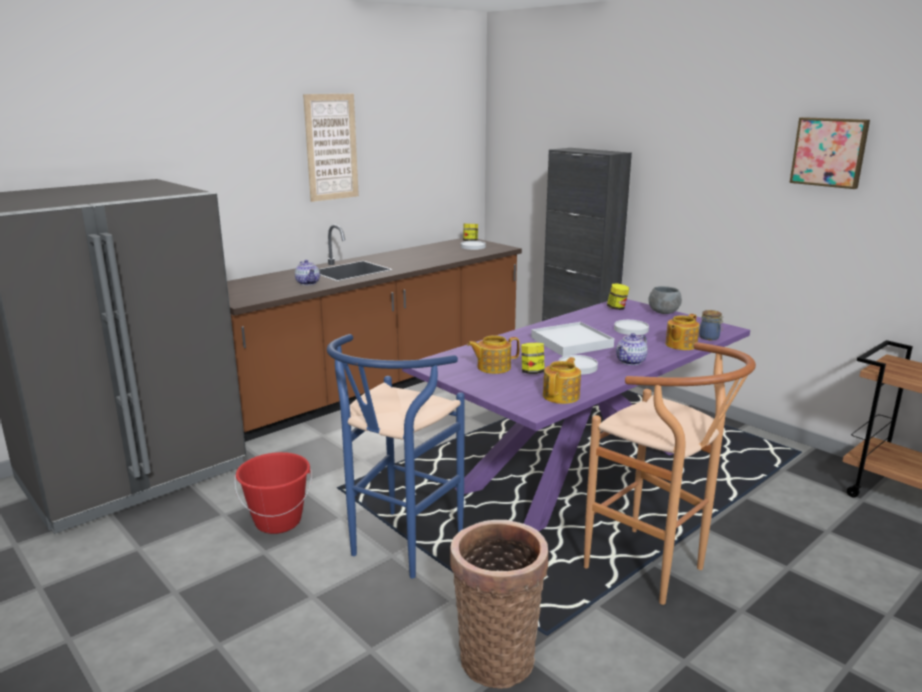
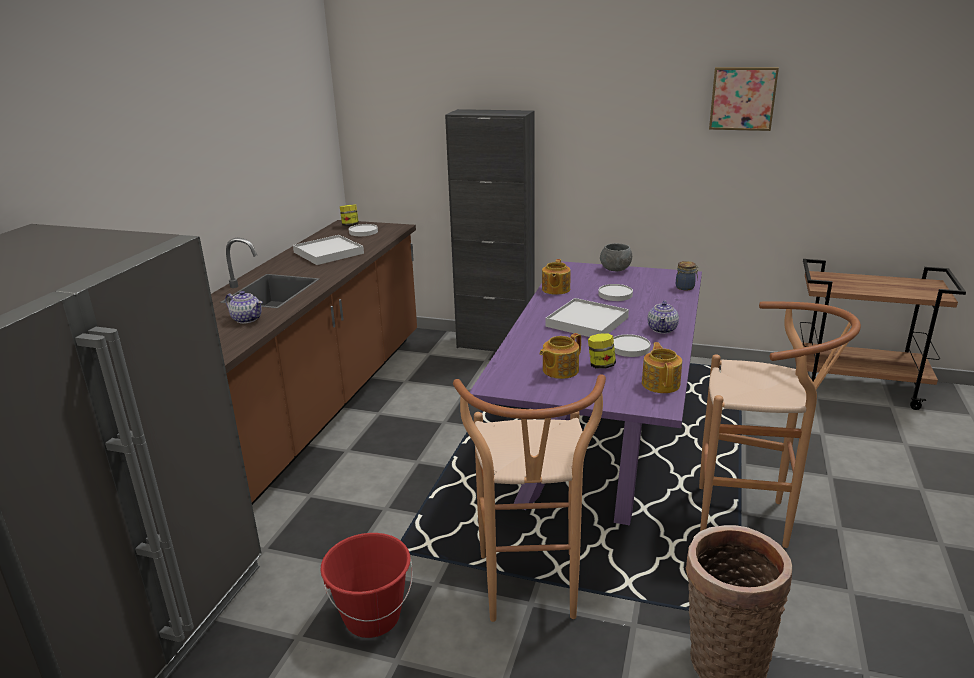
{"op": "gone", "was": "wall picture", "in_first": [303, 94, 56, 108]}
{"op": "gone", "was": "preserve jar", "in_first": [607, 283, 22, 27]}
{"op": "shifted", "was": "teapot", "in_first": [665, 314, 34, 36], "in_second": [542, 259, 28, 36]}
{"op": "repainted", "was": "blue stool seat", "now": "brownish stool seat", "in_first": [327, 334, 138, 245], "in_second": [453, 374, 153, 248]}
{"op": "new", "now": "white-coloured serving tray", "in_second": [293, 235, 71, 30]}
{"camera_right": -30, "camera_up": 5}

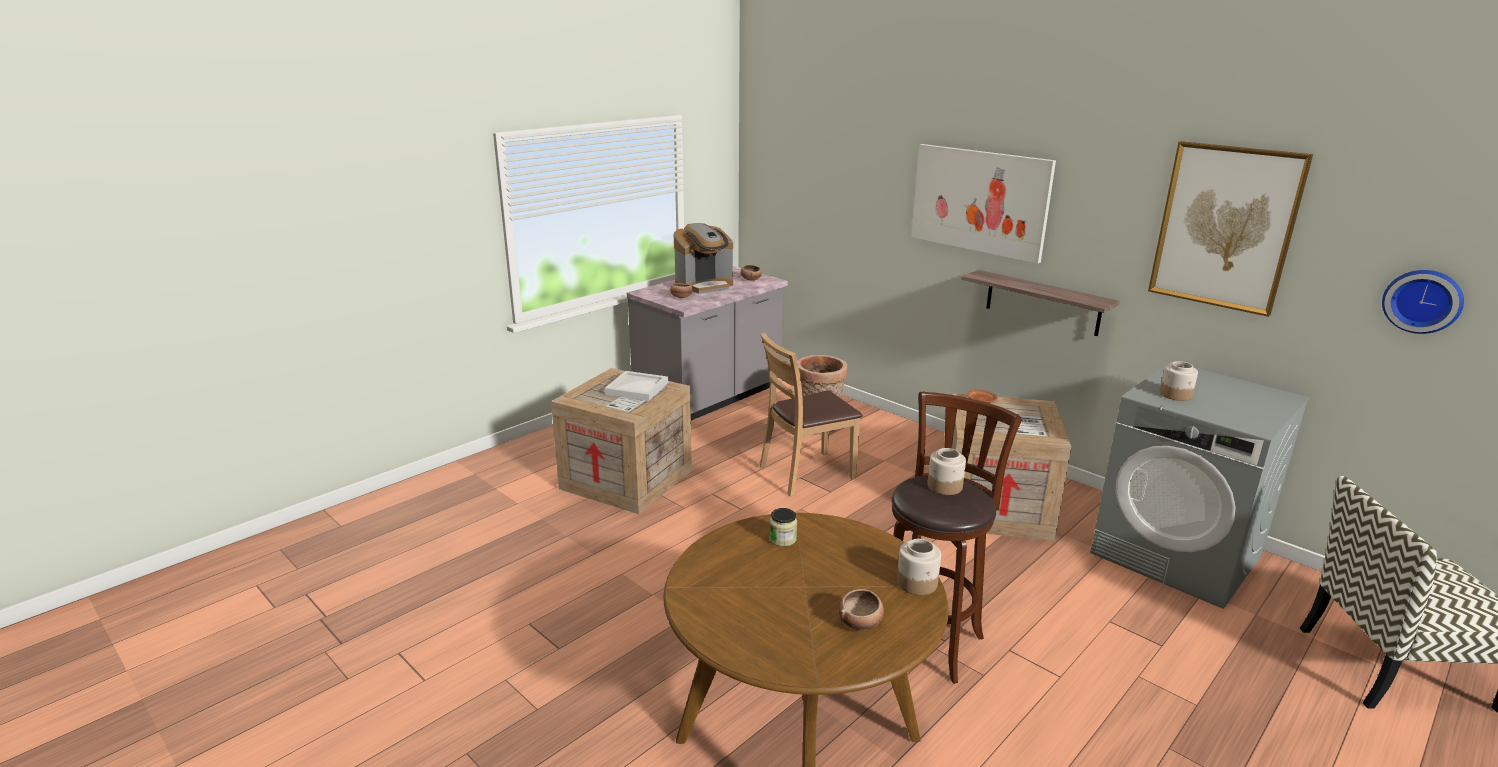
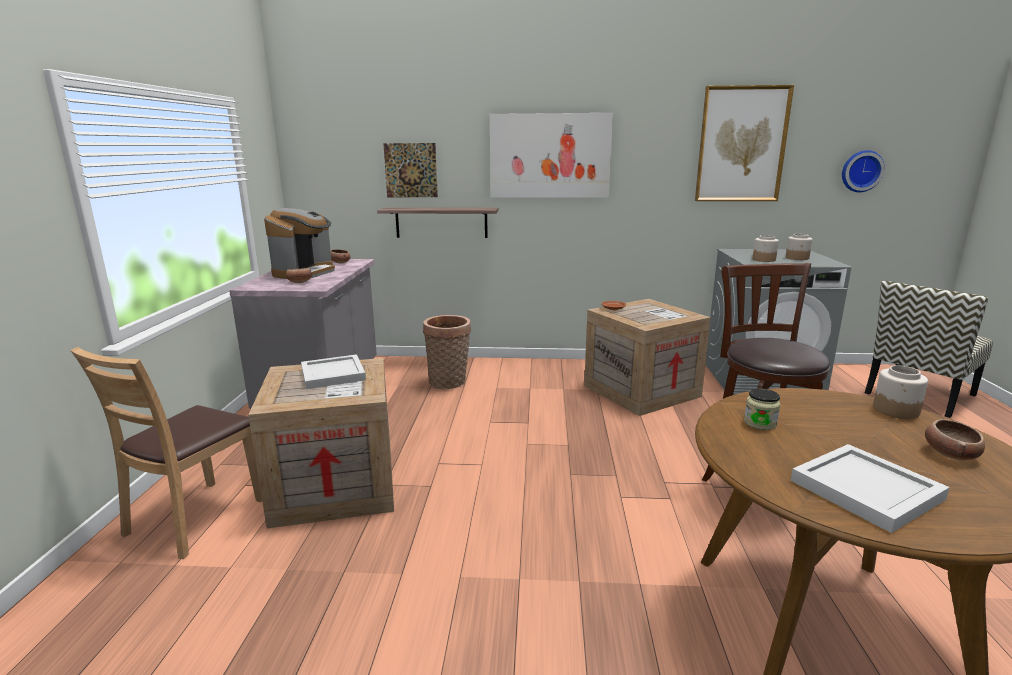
{"op": "shifted", "was": "bracket shelf", "in_first": [962, 270, 158, 66], "in_second": [377, 207, 121, 31]}
{"op": "shifted", "was": "brownish chair", "in_first": [760, 332, 103, 165], "in_second": [70, 347, 192, 212]}
{"op": "shifted", "was": "preserve jar", "in_first": [927, 448, 39, 47], "in_second": [786, 234, 26, 26]}
{"op": "new", "now": "wall picture", "in_second": [383, 143, 55, 54]}
{"op": "new", "now": "white-coloured serving tray", "in_second": [791, 444, 159, 89]}
{"camera_right": -40, "camera_up": -5}

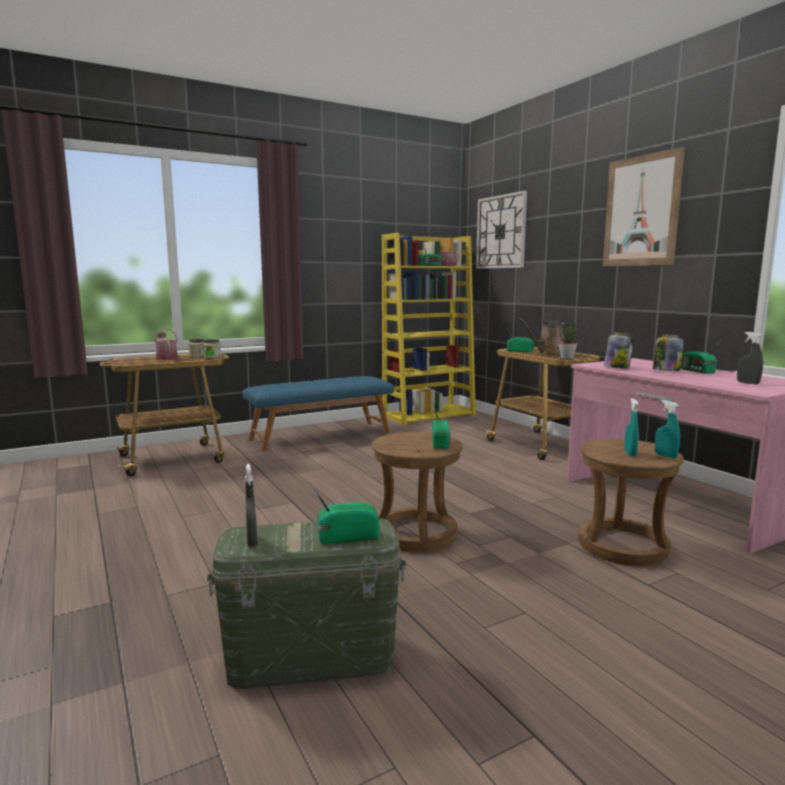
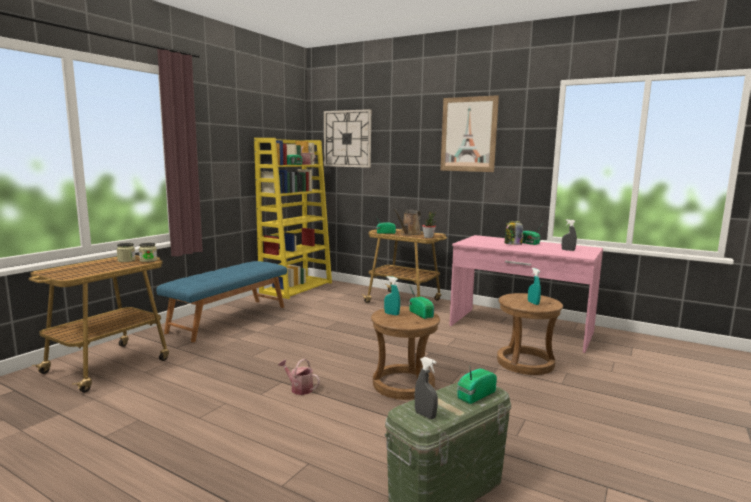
{"op": "shifted", "was": "watering can", "in_first": [154, 329, 24, 31], "in_second": [278, 359, 42, 36]}
{"op": "gone", "was": "preserve jar", "in_first": [604, 332, 30, 36]}
{"op": "shifted", "was": "turquoise-coloured hand sprayer", "in_first": [655, 400, 25, 58], "in_second": [384, 276, 16, 40]}
{"camera_right": -30, "camera_up": 0}

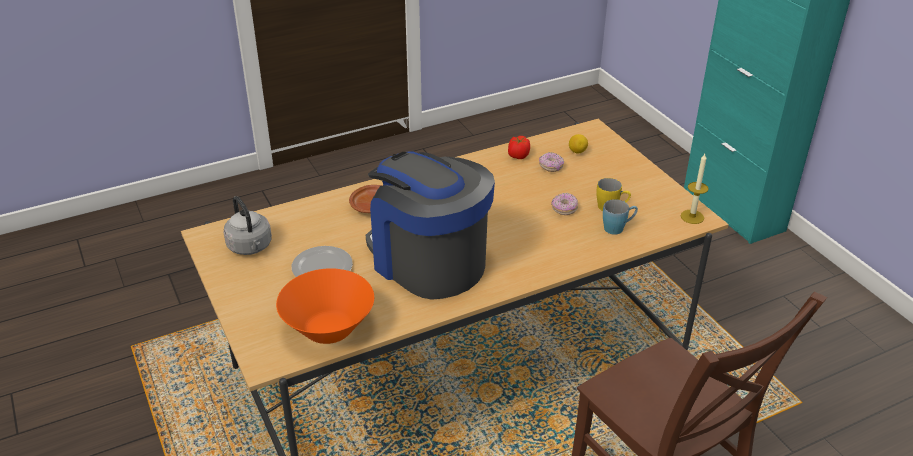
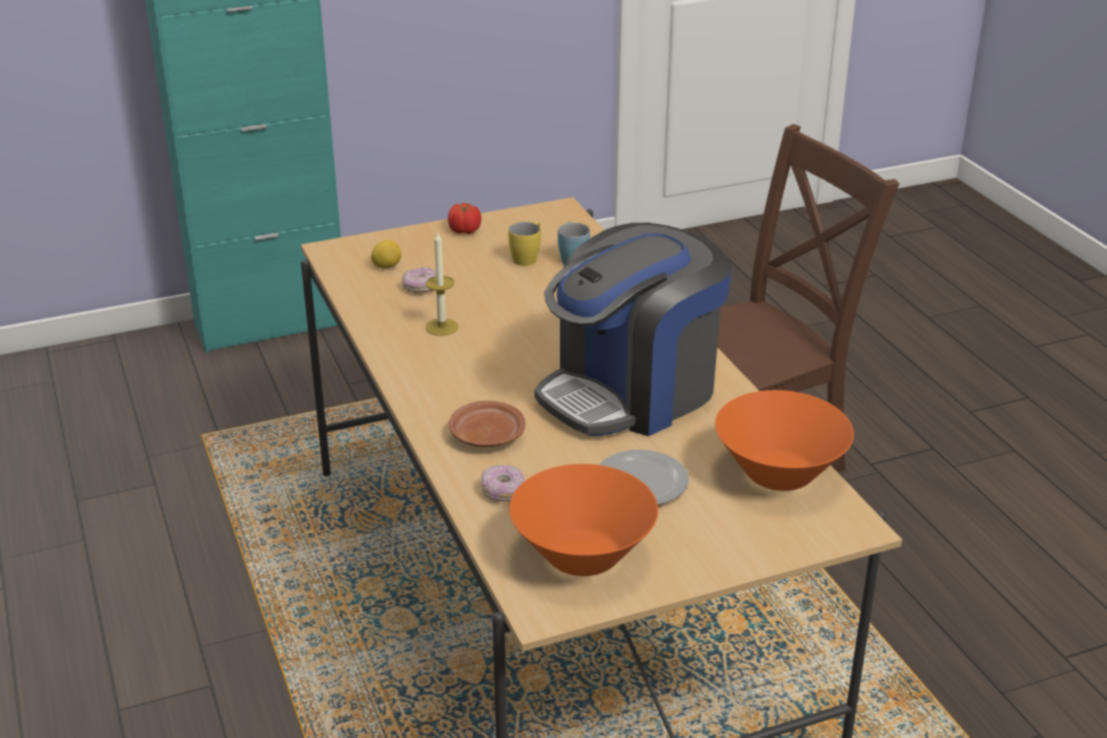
{"op": "shifted", "was": "tomato", "in_first": [508, 136, 22, 23], "in_second": [448, 203, 33, 31]}
{"op": "shifted", "was": "wax candle", "in_first": [681, 154, 28, 70], "in_second": [426, 231, 33, 105]}
{"op": "shifted", "was": "donut", "in_first": [551, 193, 27, 22], "in_second": [481, 465, 44, 36]}
{"op": "swapped", "was": "gray tea kettle", "now": "orange bowl", "in_first": [223, 196, 49, 59], "in_second": [509, 464, 149, 112]}
{"camera_right": -85, "camera_up": -5}

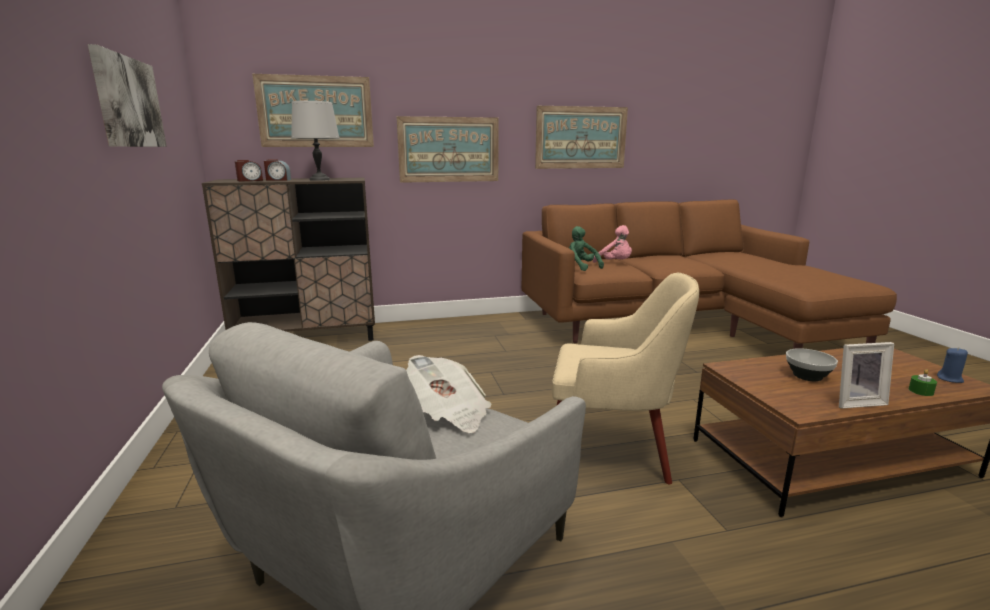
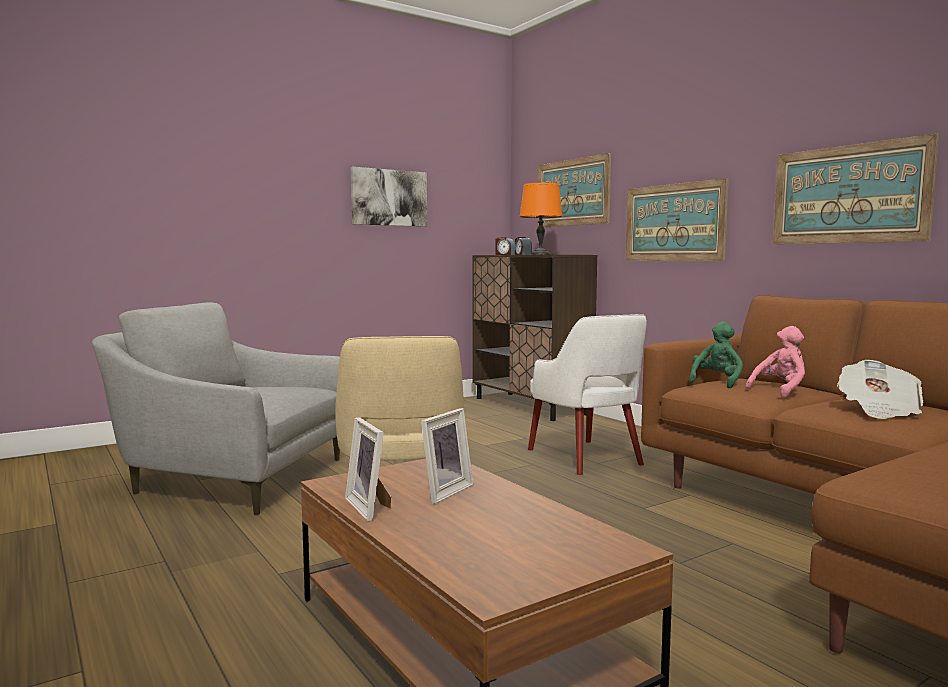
{"op": "repainted", "was": "gray table lamp", "now": "orange table lamp", "in_first": [291, 101, 49, 80], "in_second": [520, 183, 43, 72]}
{"op": "rotated", "was": "pink-coloured cuddly toy", "in_first": [593, 225, 39, 38], "in_second": [745, 326, 60, 72], "clockwise": -150}
{"op": "gone", "was": "blue wax candle", "in_first": [937, 347, 31, 36]}
{"op": "swapped", "was": "bowl", "now": "standing frame", "in_first": [786, 348, 52, 33], "in_second": [421, 408, 52, 96]}
{"op": "shifted", "was": "printed paper", "in_first": [406, 355, 85, 78], "in_second": [837, 360, 86, 59]}
{"op": "gone", "was": "green wax candle", "in_first": [909, 369, 28, 27]}
{"op": "new", "now": "white-coloured easy chair", "in_second": [528, 314, 119, 161]}
{"camera_right": 70, "camera_up": -10}

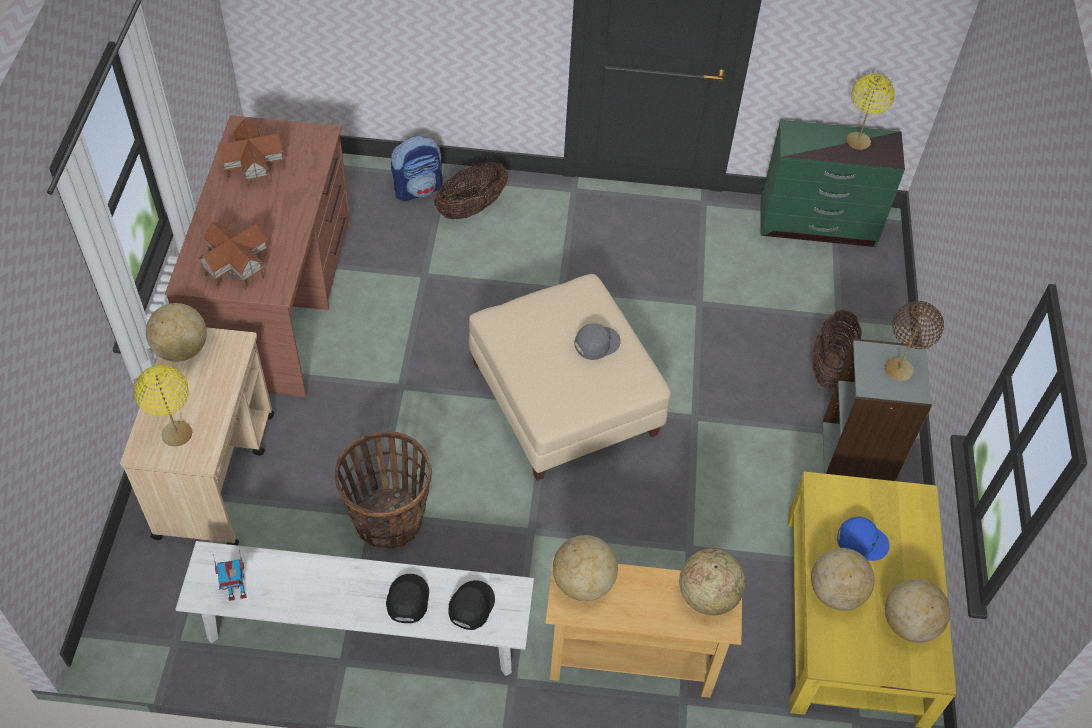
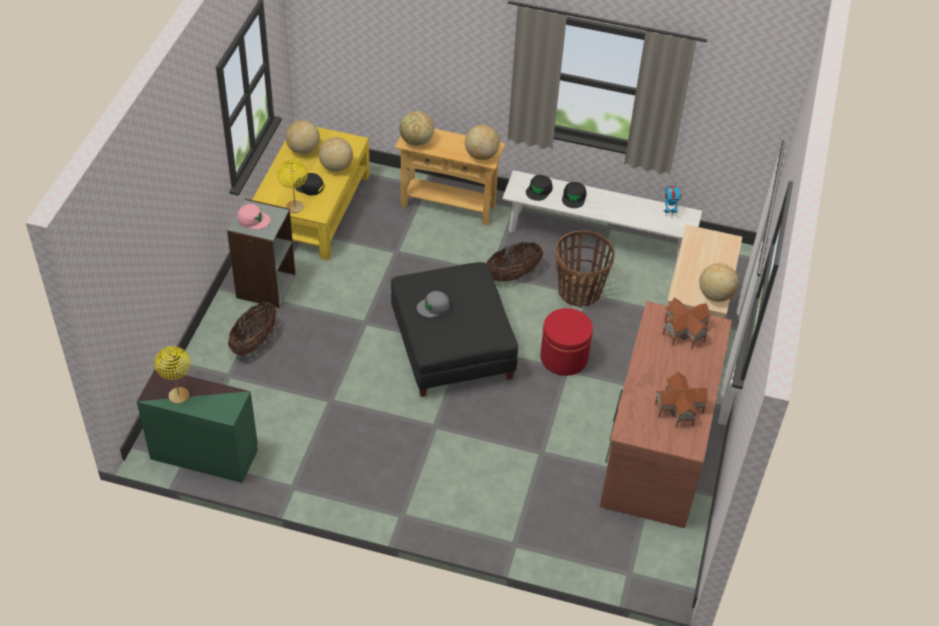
{"op": "gone", "was": "knapsack", "in_first": [391, 135, 52, 66]}
{"op": "shifted", "was": "household basket", "in_first": [434, 162, 74, 57], "in_second": [486, 242, 57, 39]}
{"op": "repainted", "was": "beige ottoman", "now": "black ottoman", "in_first": [469, 274, 202, 207], "in_second": [391, 262, 127, 135]}
{"op": "swapped", "was": "brownish table lamp", "now": "pink-coloured cap", "in_first": [885, 301, 59, 80], "in_second": [237, 204, 33, 26]}
{"op": "shifted", "was": "yellow-coloured table lamp", "in_first": [134, 365, 58, 82], "in_second": [277, 160, 30, 53]}
{"op": "repainted", "was": "blue cap", "now": "black cap", "in_first": [837, 517, 53, 44], "in_second": [294, 173, 30, 23]}
{"op": "new", "now": "red ottoman", "in_second": [540, 308, 53, 68]}
{"camera_right": -170, "camera_up": -5}

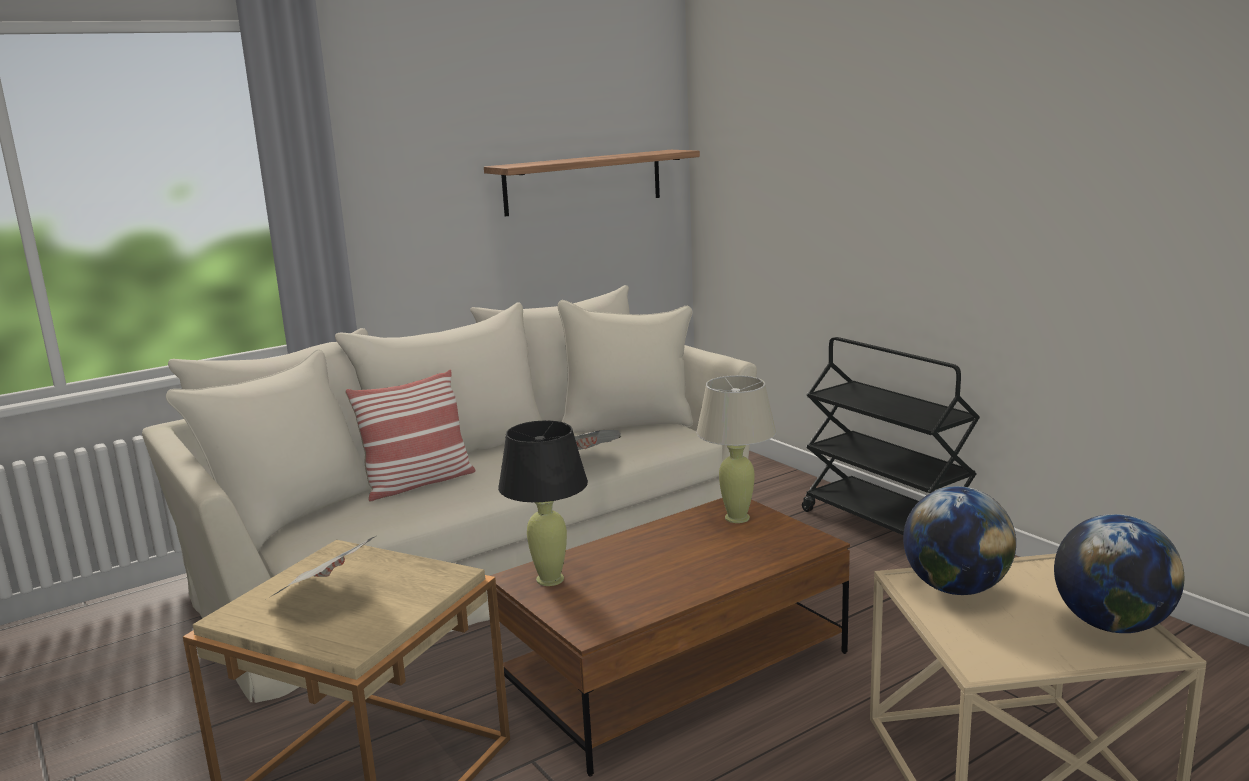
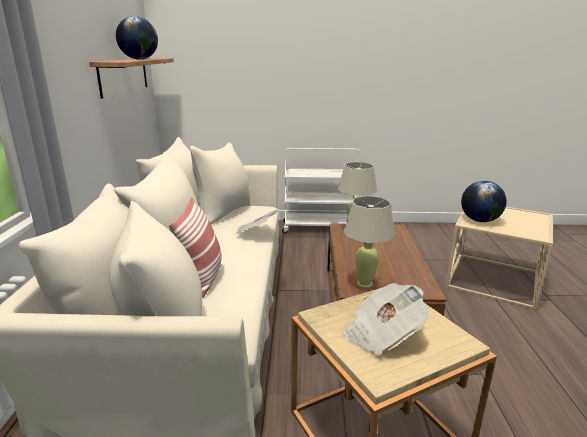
{"op": "repainted", "was": "black cart", "now": "white-coloured cart", "in_first": [802, 337, 178, 198], "in_second": [282, 148, 78, 85]}
{"op": "repainted", "was": "black table lamp", "now": "beige table lamp", "in_first": [498, 420, 90, 166], "in_second": [344, 196, 51, 92]}
{"op": "shifted", "was": "desk globe", "in_first": [1054, 514, 130, 119], "in_second": [116, 16, 42, 44]}
{"camera_right": -55, "camera_up": 5}

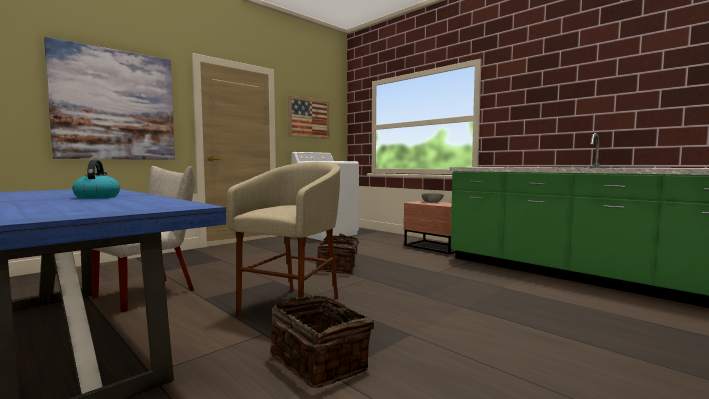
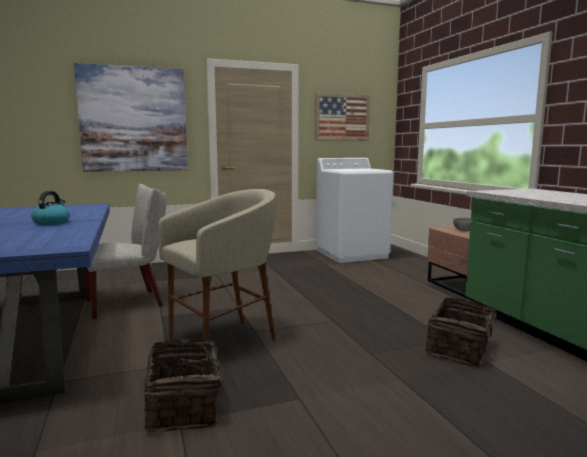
{"op": "shifted", "was": "household basket", "in_first": [317, 234, 42, 40], "in_second": [425, 297, 82, 70]}
{"camera_right": 25, "camera_up": 5}

